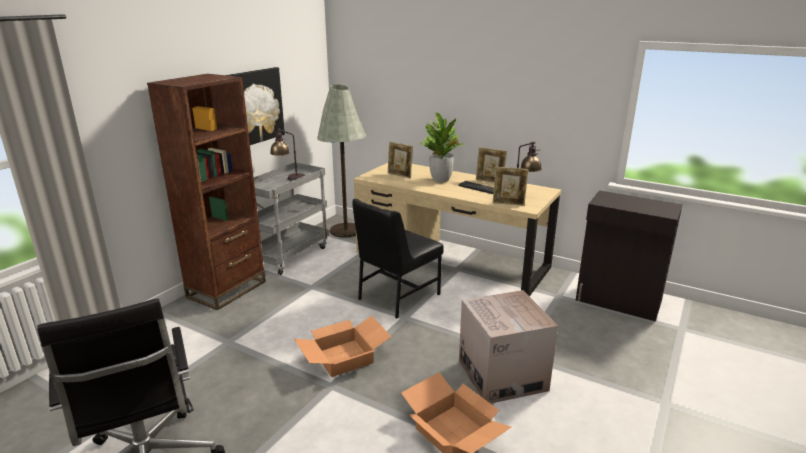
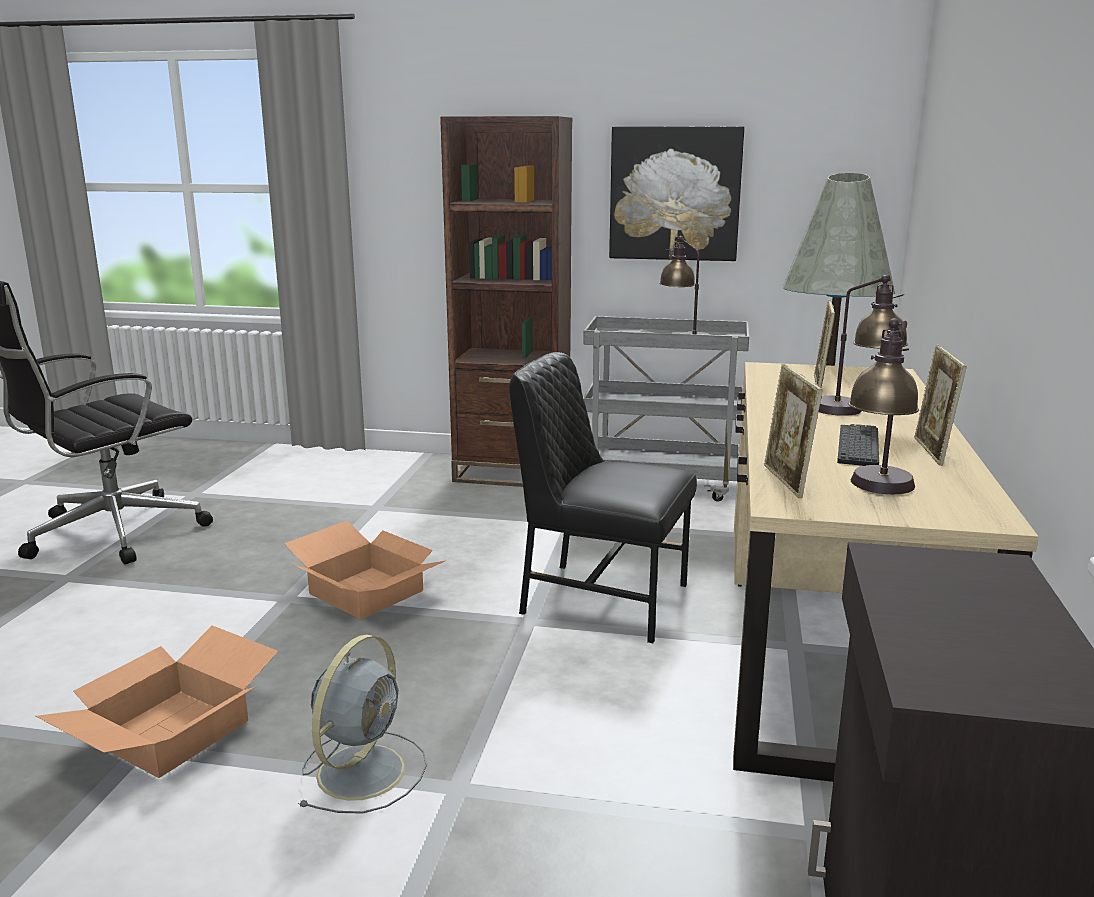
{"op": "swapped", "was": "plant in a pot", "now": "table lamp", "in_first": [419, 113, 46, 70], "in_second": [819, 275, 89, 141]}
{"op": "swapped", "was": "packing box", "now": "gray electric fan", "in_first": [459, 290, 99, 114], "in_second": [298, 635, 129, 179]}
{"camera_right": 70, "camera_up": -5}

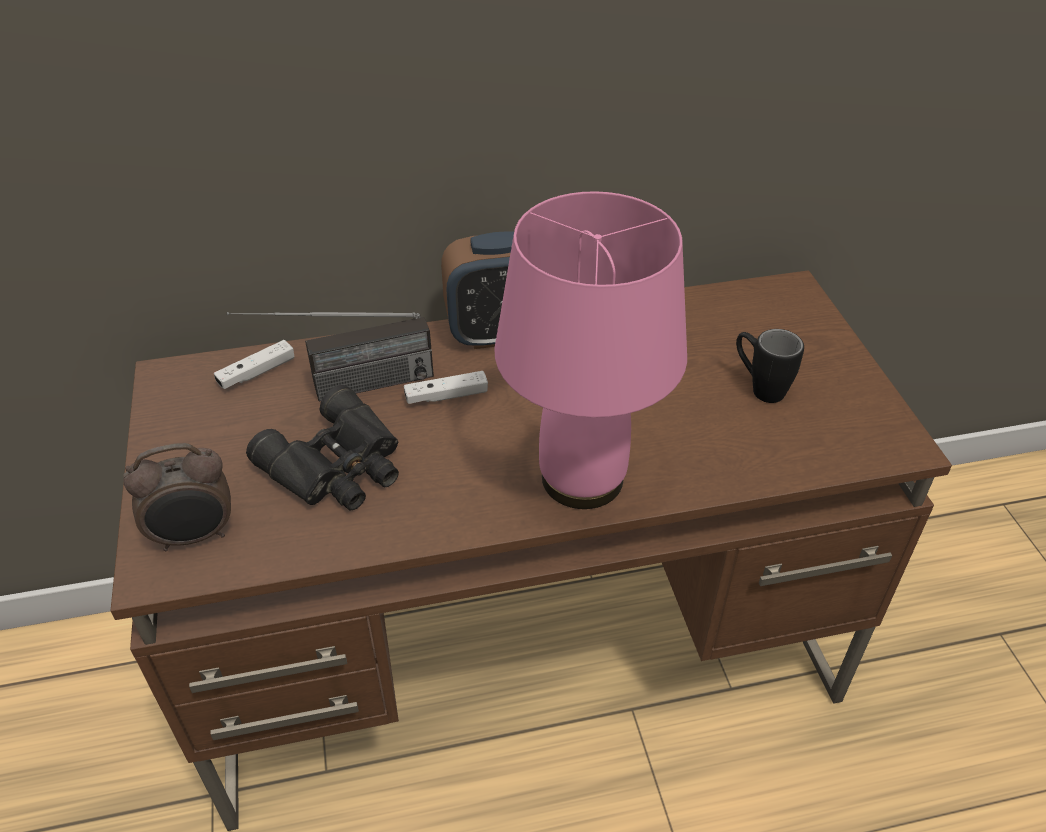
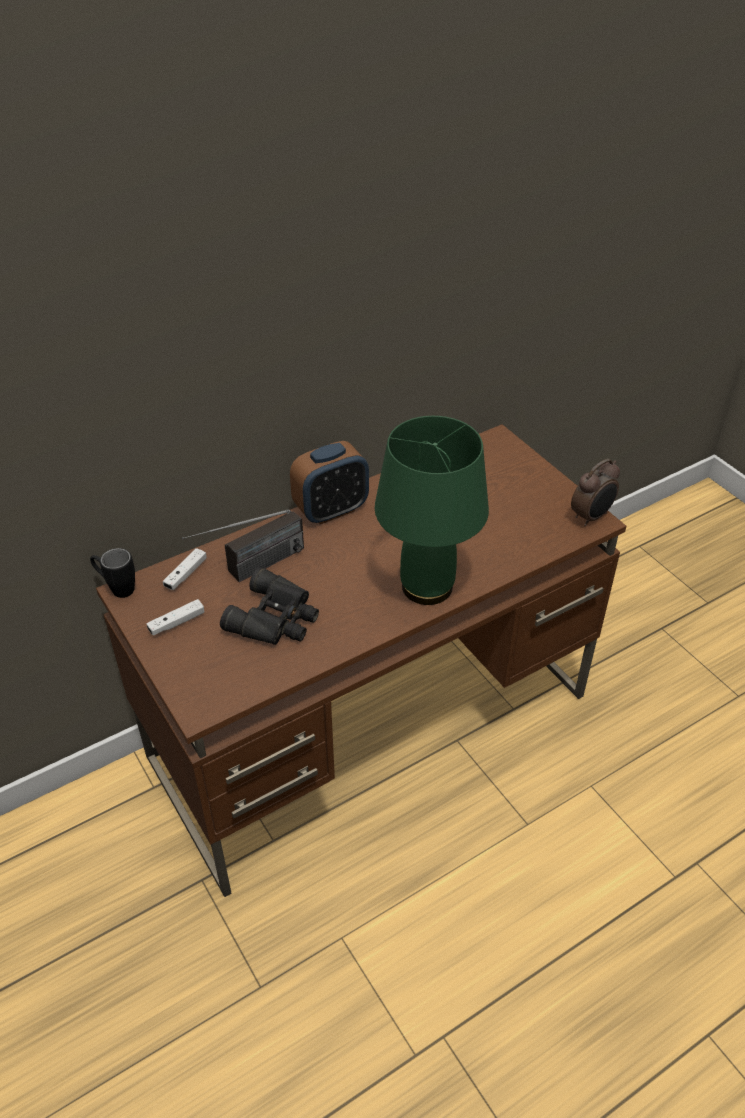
{"op": "repainted", "was": "pink-coloured table lamp", "now": "green table lamp", "in_first": [494, 191, 193, 318], "in_second": [375, 416, 114, 189]}
{"op": "shifted", "was": "black coffee mug", "in_first": [736, 329, 68, 74], "in_second": [90, 548, 45, 50]}
{"op": "shifted", "was": "white-coloured joypad", "in_first": [404, 371, 84, 33], "in_second": [147, 599, 57, 37]}
{"op": "shifted", "was": "table clock", "in_first": [123, 443, 108, 108], "in_second": [571, 459, 49, 67]}
{"camera_right": -20, "camera_up": 0}

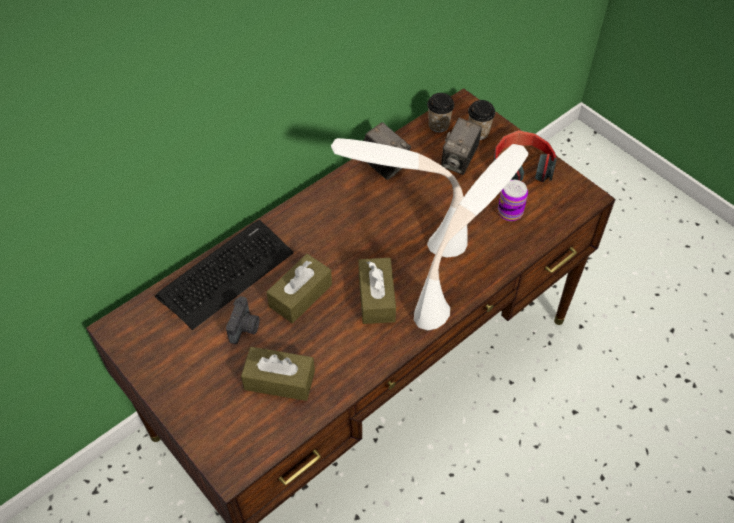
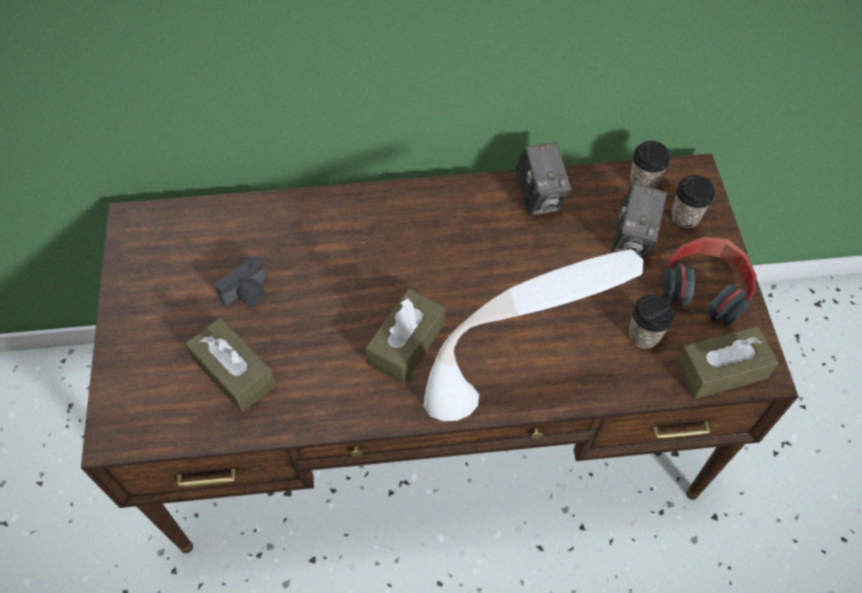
{"op": "rotated", "was": "still camera", "in_first": [441, 118, 41, 57], "in_second": [611, 183, 56, 76], "clockwise": -45}
{"op": "gone", "was": "white-coloured table lamp", "in_first": [331, 138, 137, 120]}
{"op": "swapped", "was": "can", "now": "small cup", "in_first": [498, 180, 30, 41], "in_second": [629, 295, 46, 54]}
{"op": "gone", "was": "PC keyboard", "in_first": [155, 220, 138, 110]}
{"op": "shifted", "was": "brownish tissue box", "in_first": [266, 254, 66, 69], "in_second": [675, 326, 104, 73]}
{"camera_right": 35, "camera_up": 5}

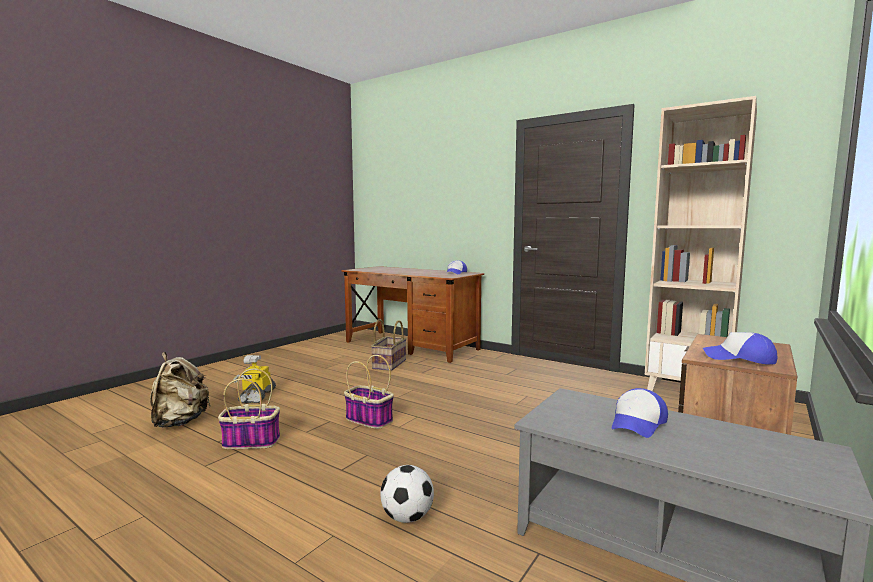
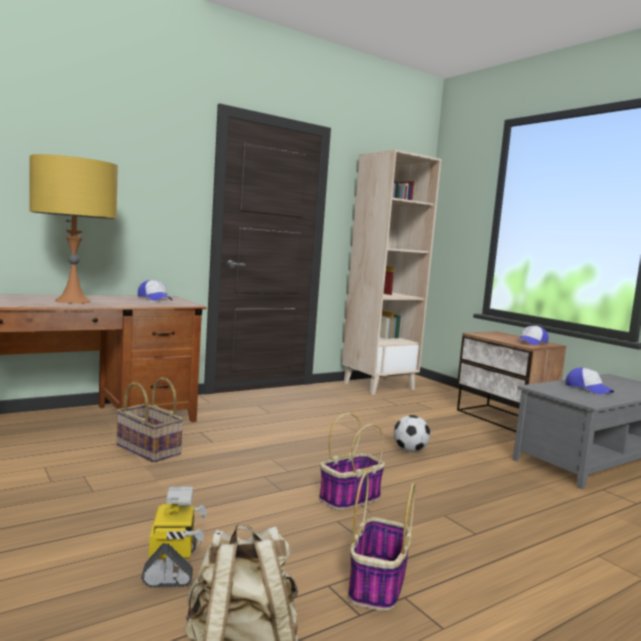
{"op": "rotated", "was": "toy robot", "in_first": [233, 355, 43, 48], "in_second": [141, 486, 66, 102], "clockwise": -120}
{"op": "shifted", "was": "football", "in_first": [380, 465, 54, 58], "in_second": [394, 415, 36, 37]}
{"op": "new", "now": "yellow-coloured table lamp", "in_second": [29, 154, 89, 150]}
{"camera_right": -70, "camera_up": 0}

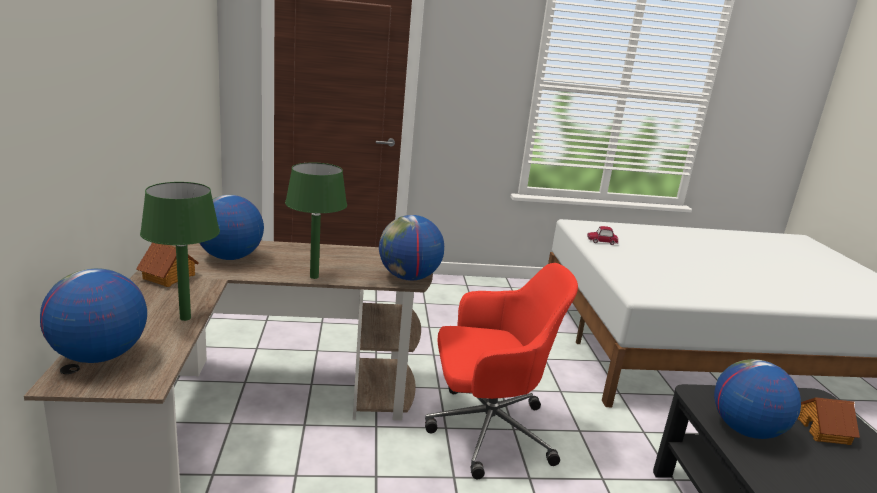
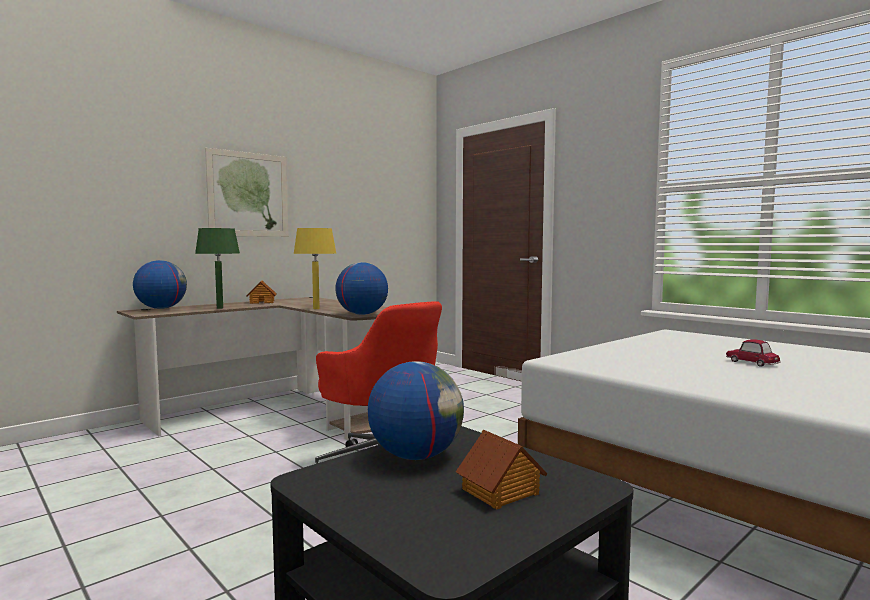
{"op": "repainted", "was": "green table lamp", "now": "yellow-coloured table lamp", "in_first": [285, 162, 62, 117], "in_second": [293, 228, 43, 81]}
{"op": "gone", "was": "desk globe", "in_first": [200, 195, 64, 65]}
{"op": "shifted", "was": "miniature car", "in_first": [587, 226, 31, 19], "in_second": [726, 339, 55, 28]}
{"op": "new", "now": "wall picture", "in_second": [205, 148, 83, 89]}
{"camera_right": 55, "camera_up": -15}

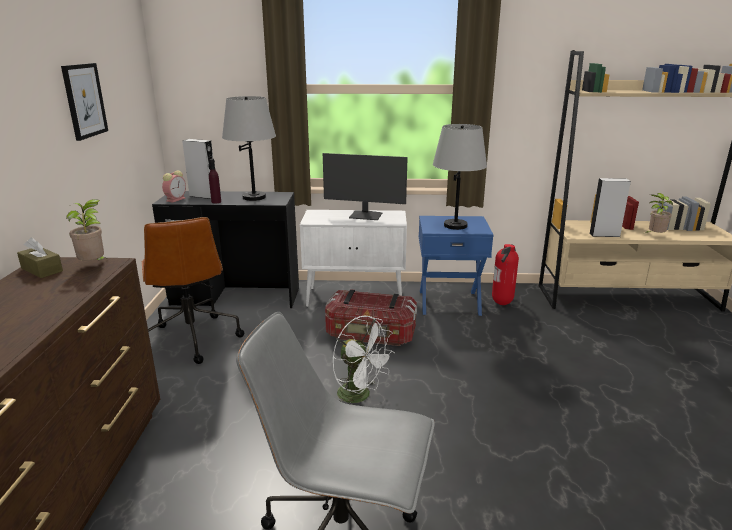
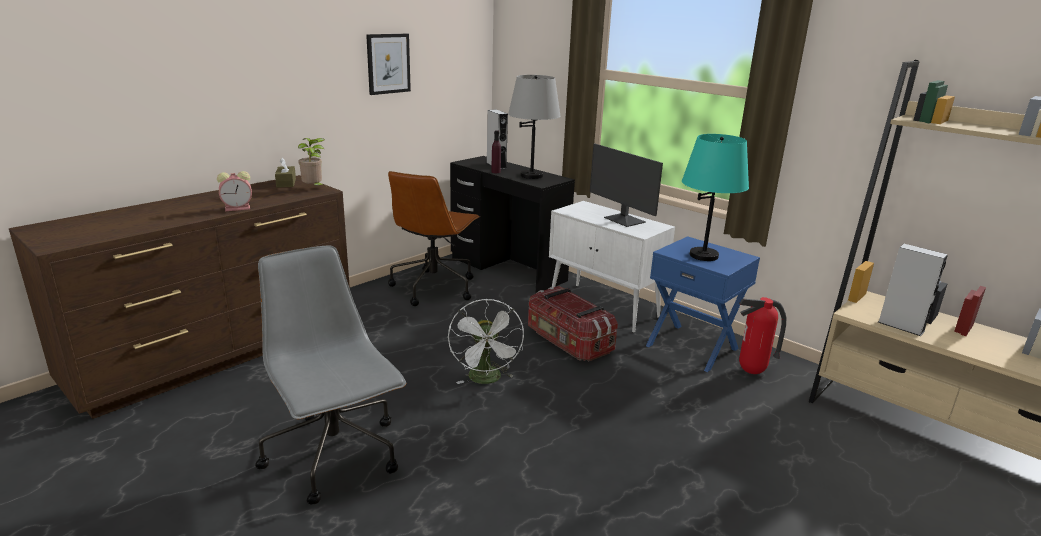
{"op": "repainted", "was": "gray table lamp", "now": "turquoise-coloured table lamp", "in_first": [433, 124, 54, 106], "in_second": [682, 134, 67, 127]}
{"op": "shifted", "was": "table clock", "in_first": [162, 170, 24, 33], "in_second": [217, 171, 35, 40]}
{"op": "gone", "was": "plant in a pot", "in_first": [645, 193, 28, 40]}
{"camera_right": 40, "camera_up": 0}

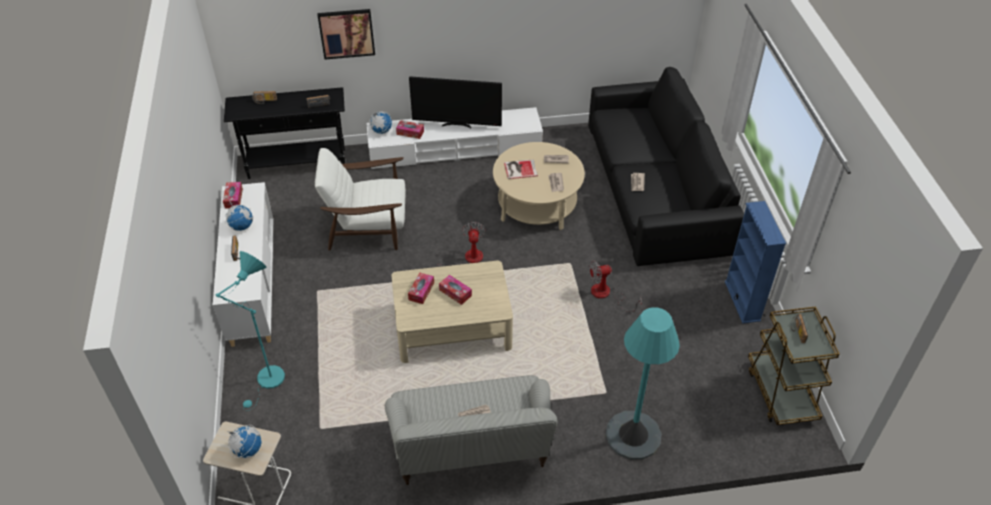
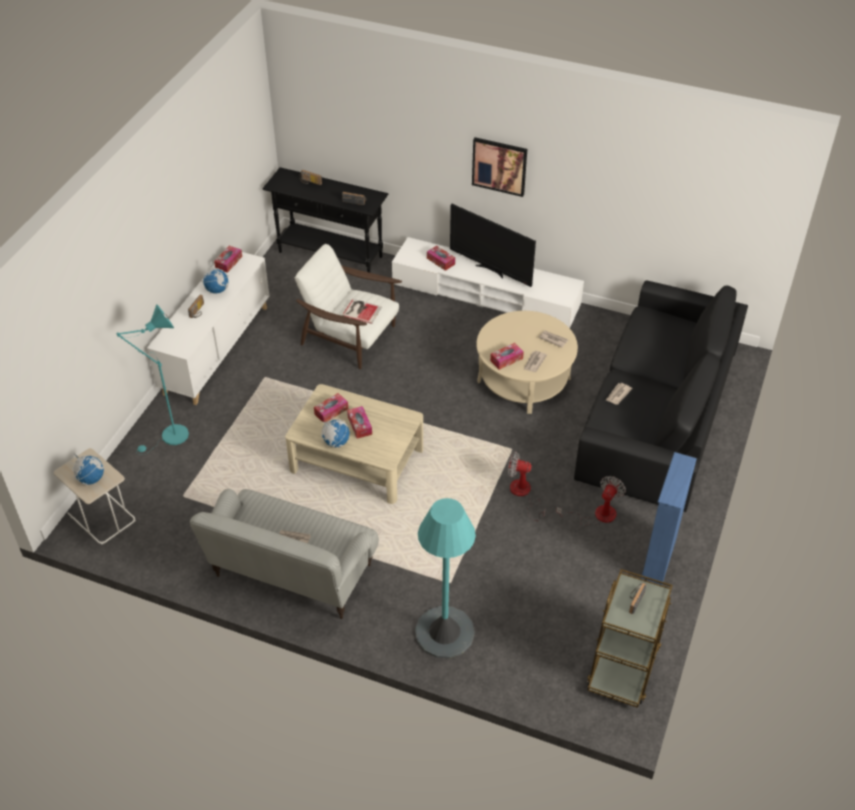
{"op": "shifted", "was": "wall picture", "in_first": [317, 9, 58, 50], "in_second": [472, 137, 55, 60]}
{"op": "shifted", "was": "desk globe", "in_first": [369, 111, 23, 23], "in_second": [321, 419, 29, 29]}
{"op": "shifted", "was": "bound book", "in_first": [504, 159, 34, 20], "in_second": [342, 299, 40, 25]}
{"op": "shifted", "was": "electric fan", "in_first": [437, 222, 48, 45], "in_second": [556, 476, 70, 50]}
{"op": "new", "now": "tissue box", "in_second": [490, 343, 34, 27]}
{"camera_right": 30, "camera_up": 0}

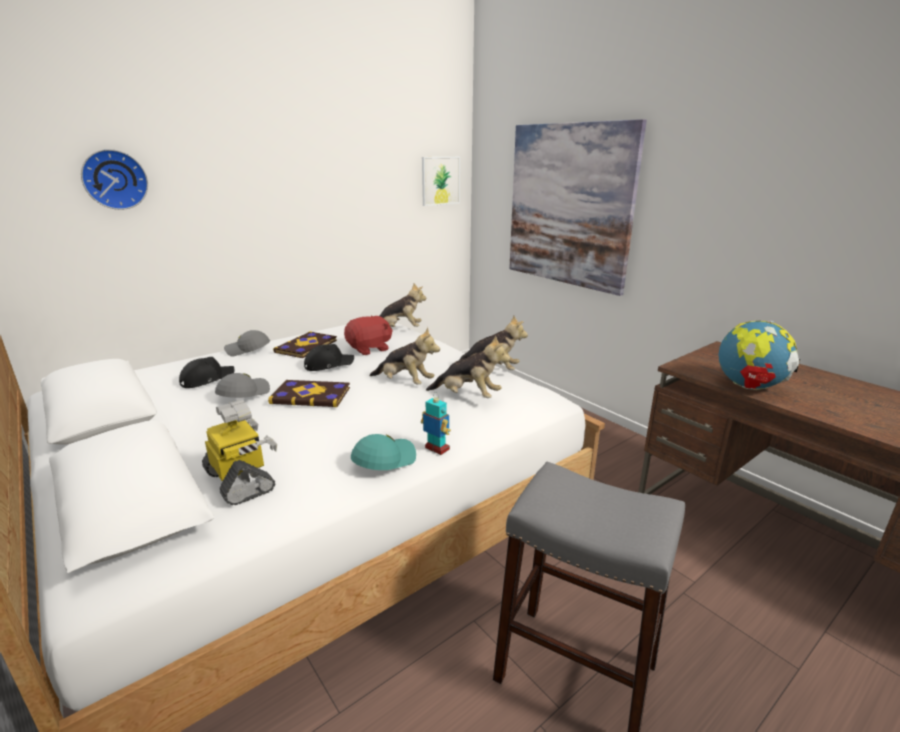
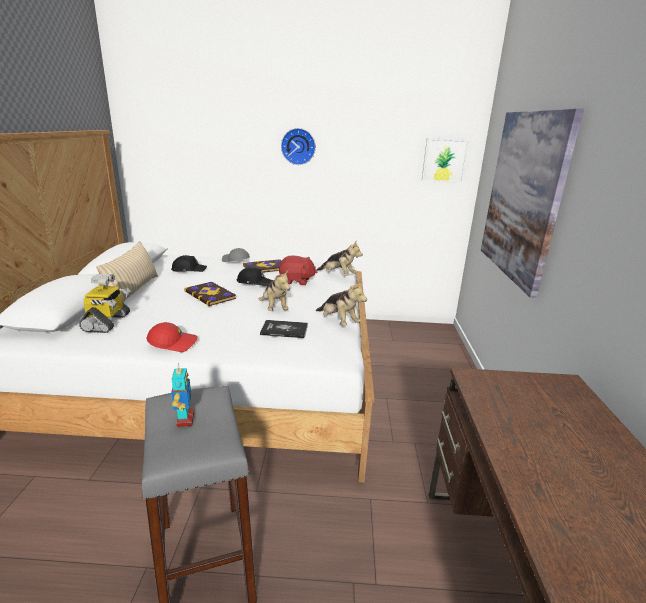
{"op": "shifted", "was": "clock on the wall", "in_first": [81, 149, 67, 61], "in_second": [281, 128, 35, 37]}
{"op": "gone", "was": "desk globe", "in_first": [719, 320, 81, 70]}
{"op": "swapped", "was": "cuddly toy", "now": "bound book", "in_first": [426, 335, 84, 63], "in_second": [260, 320, 48, 18]}
{"op": "gone", "was": "gray cap", "in_first": [215, 373, 55, 25]}
{"op": "shifted", "was": "toy robot", "in_first": [421, 392, 30, 63], "in_second": [171, 363, 23, 64]}
{"op": "repainted", "was": "turquoise-coloured cap", "now": "red cap", "in_first": [351, 434, 65, 36], "in_second": [146, 322, 52, 30]}
{"op": "new", "now": "beige throw pillow", "in_second": [96, 241, 62, 62]}
{"camera_right": 40, "camera_up": 0}

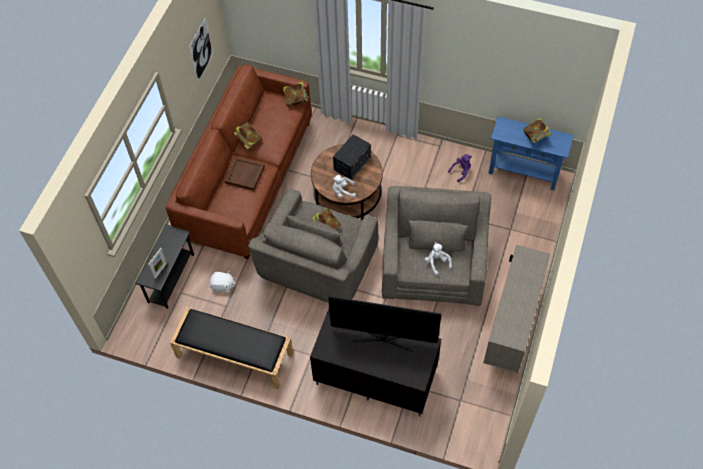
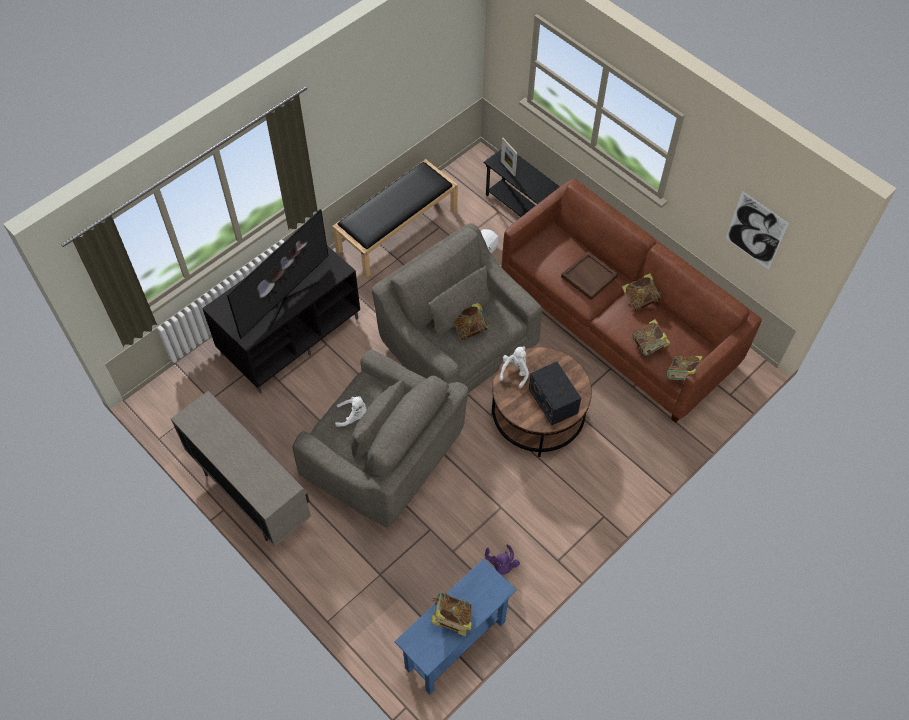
{"op": "new", "now": "bound book", "in_second": [632, 319, 39, 37]}
{"camera_right": 115, "camera_up": 0}

